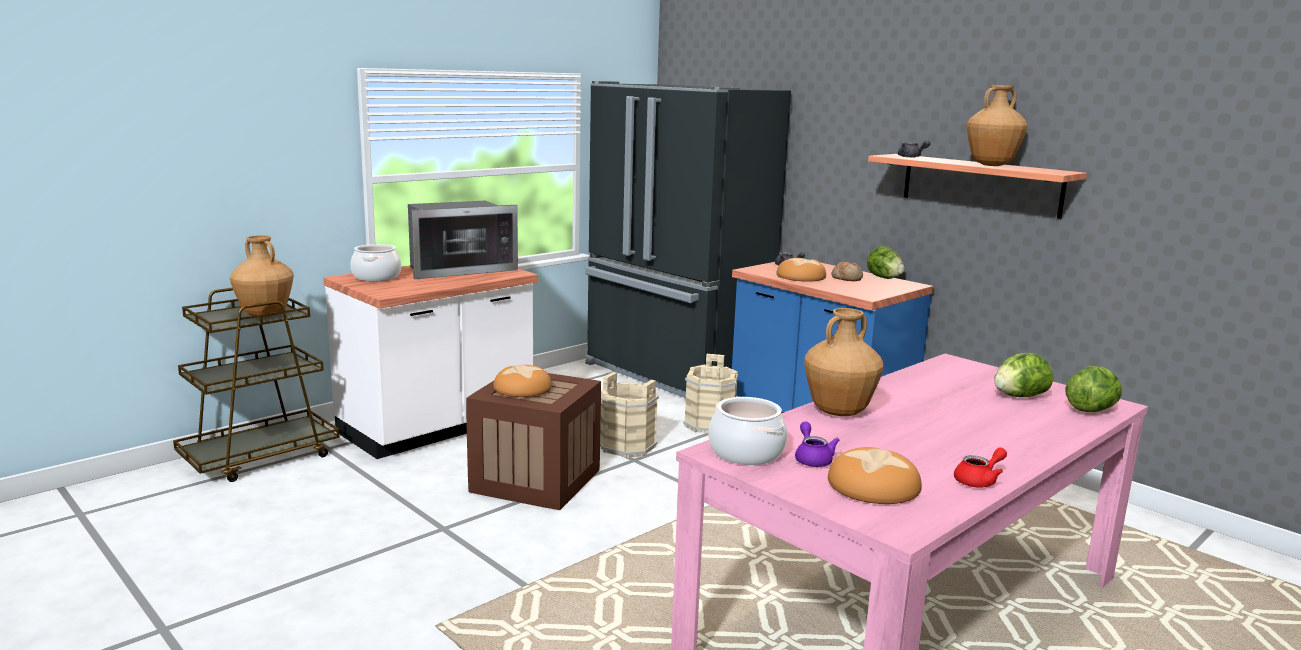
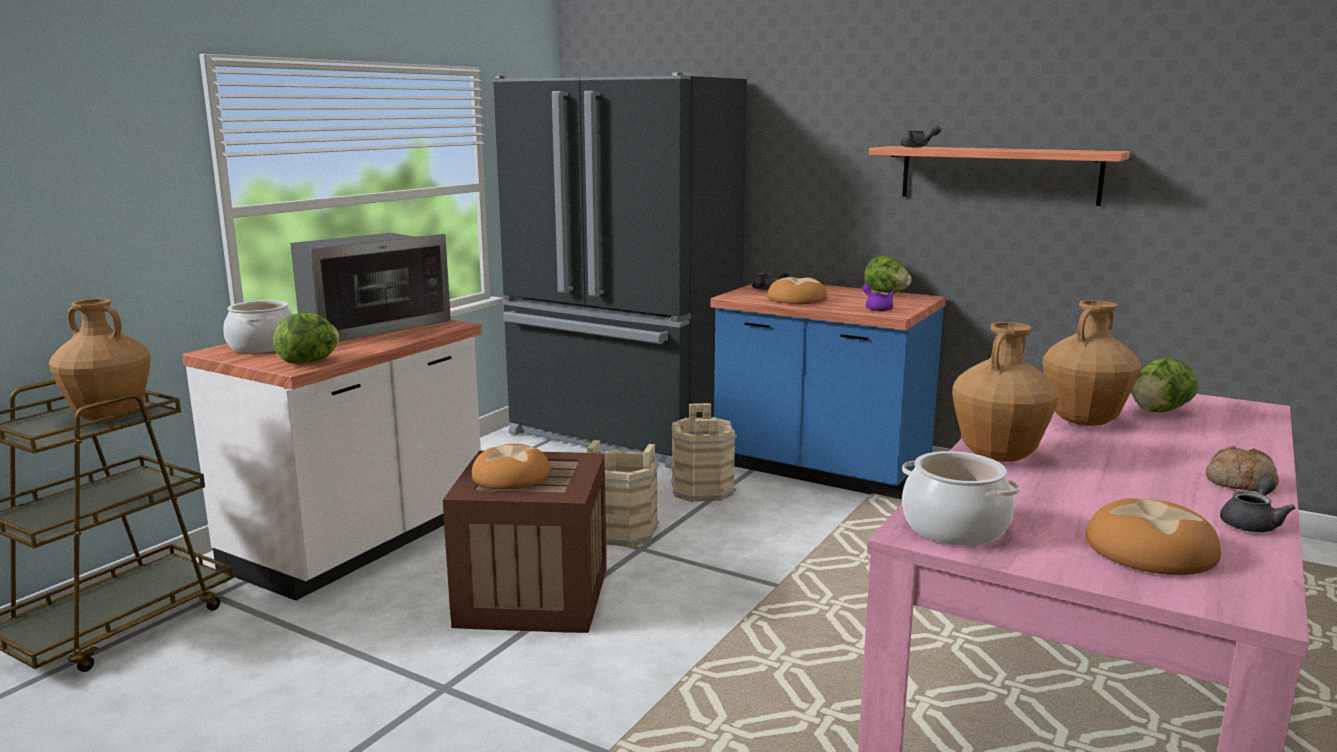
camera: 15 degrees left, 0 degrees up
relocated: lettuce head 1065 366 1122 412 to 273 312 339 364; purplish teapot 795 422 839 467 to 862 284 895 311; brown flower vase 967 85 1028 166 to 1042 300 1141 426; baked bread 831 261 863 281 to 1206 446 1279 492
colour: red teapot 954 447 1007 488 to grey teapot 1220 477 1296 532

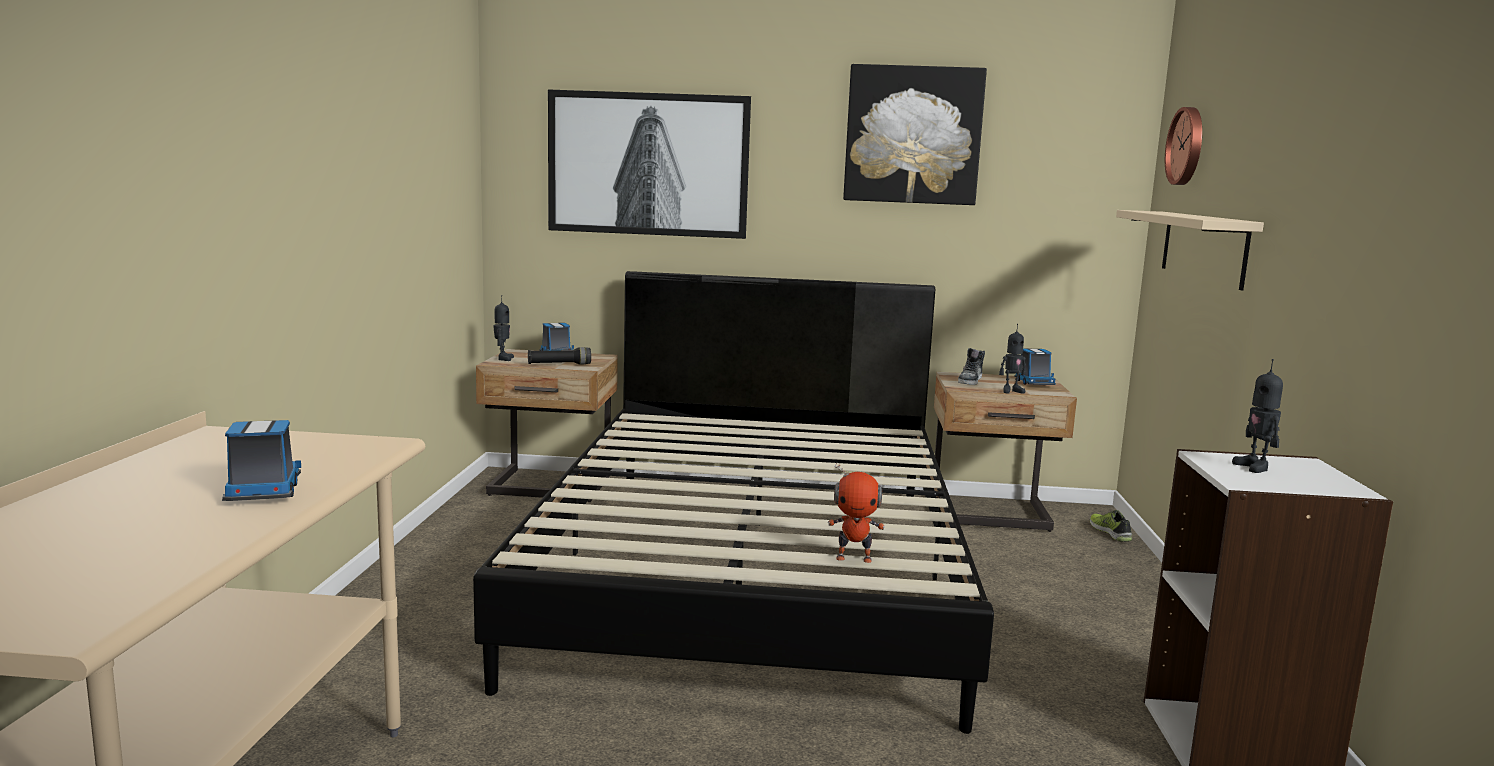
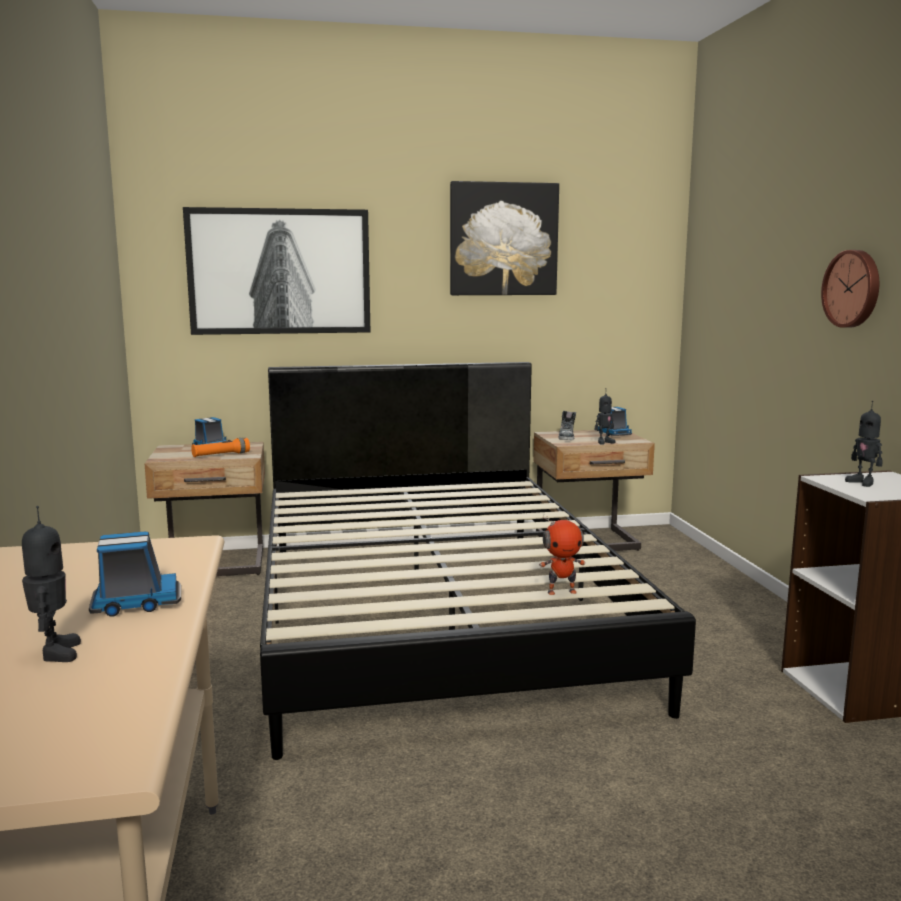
camera: 15 degrees left, 0 degrees up
missing: item of footwear 1090 510 1132 542; beige-coloured shelf 1116 210 1264 290
relocated: toy robot 493 295 514 361 to 22 506 81 662; clock on the wall 1165 107 1202 185 to 821 250 879 328
colour: blackish flashlight 528 347 591 364 to orangey flashlight 191 438 250 457
spun: toy lorry 222 420 301 501 = 89 532 181 617 105 degrees clockwise

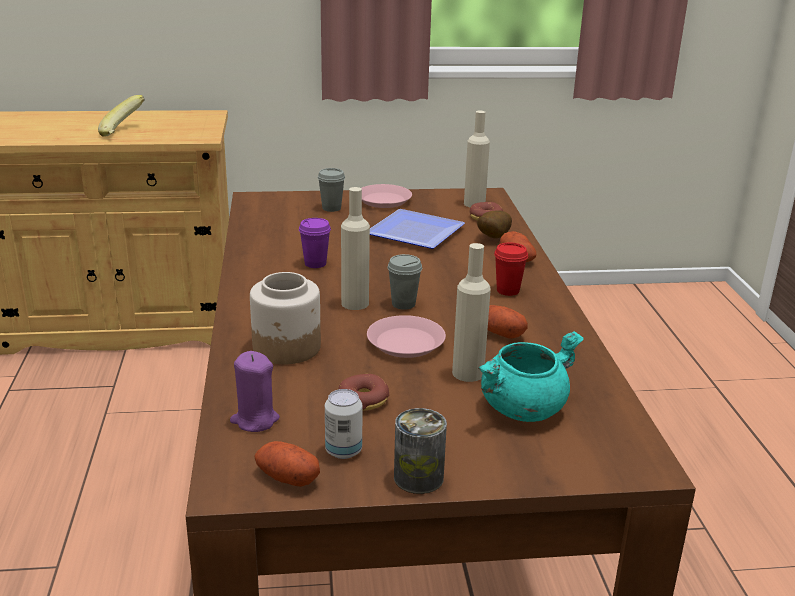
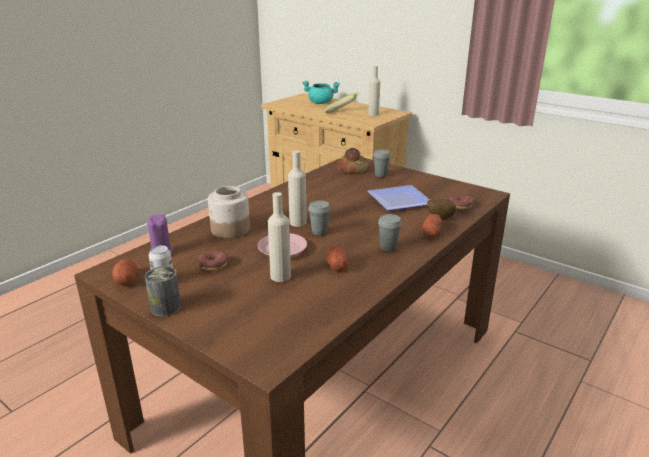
camera: 45 degrees right, 0 degrees up
missing: purplish small cup 299 218 331 268; pink-coloured dinner plate 361 184 412 208
appeared: baked bread 337 148 369 174
relocated: blue-green cooking pot 479 331 584 422 to 303 81 340 104; beige-coloured beverage bottle 464 111 490 207 to 368 66 380 116
colour: red small cup 494 242 528 296 to grey small cup 378 214 402 251

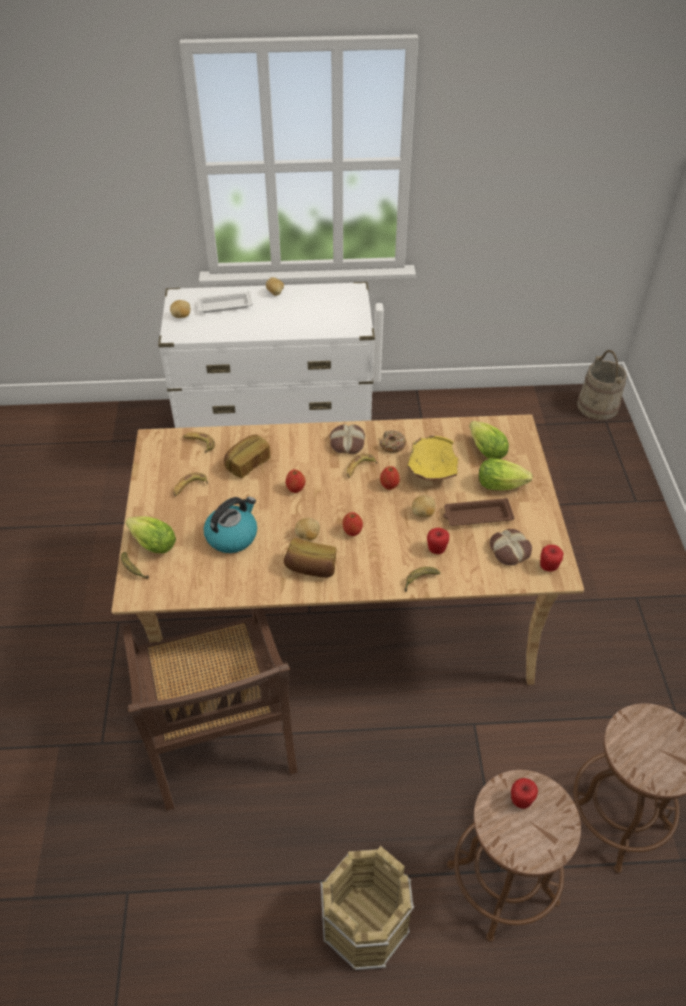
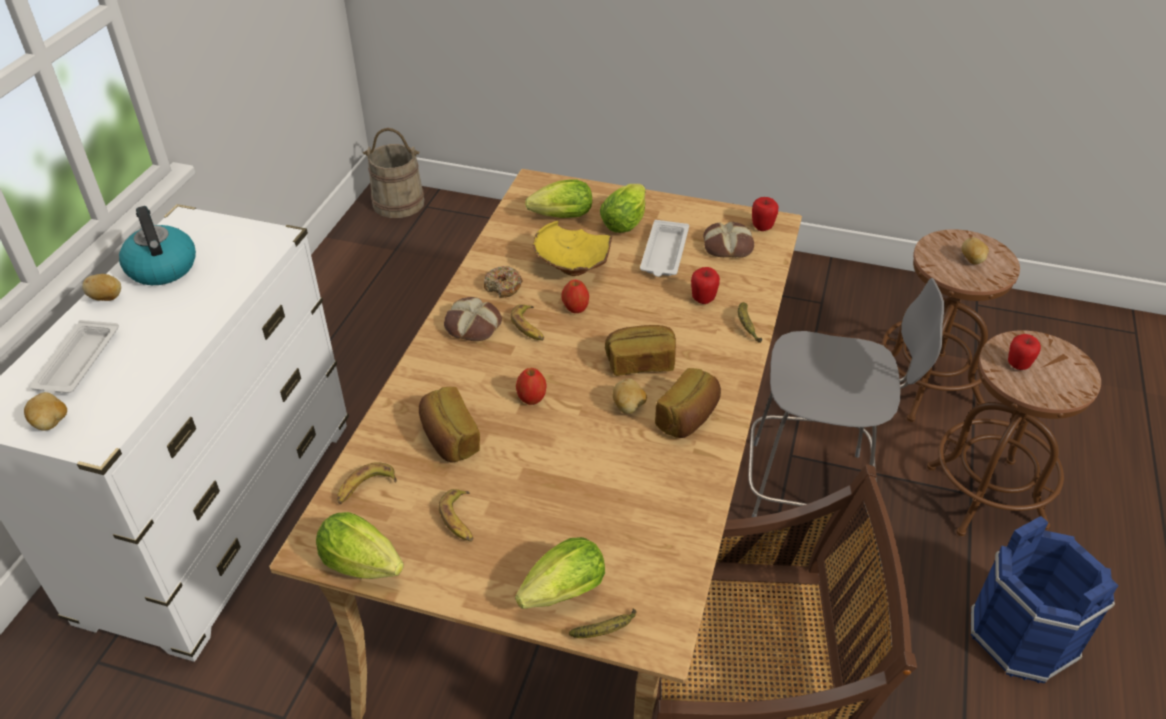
camera: 70 degrees left, 5 degrees down
appeared: lettuce head 316 512 404 579; grey upright chair 748 278 944 533
relocated: tea kettle 204 497 257 553 to 119 206 196 285; whole potato 412 495 435 517 to 961 237 989 265
exchanged: apple 343 512 363 536 to baked bread 605 325 676 376
colour: brown carrying tray 443 498 514 526 to whitish carrying tray 640 220 689 277; brown bucket 321 846 414 970 to blue bucket 970 516 1119 683

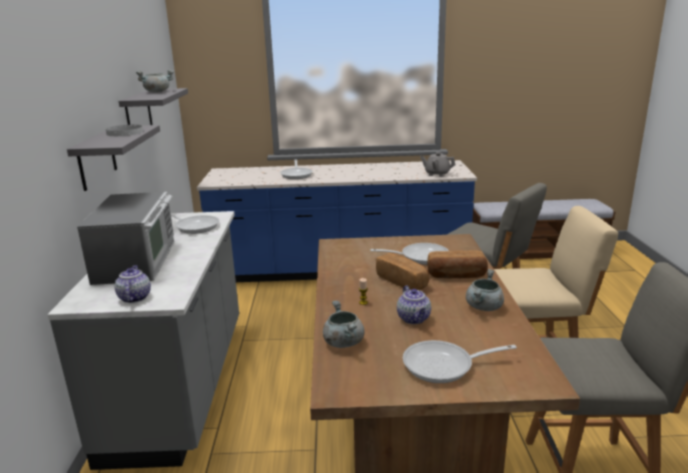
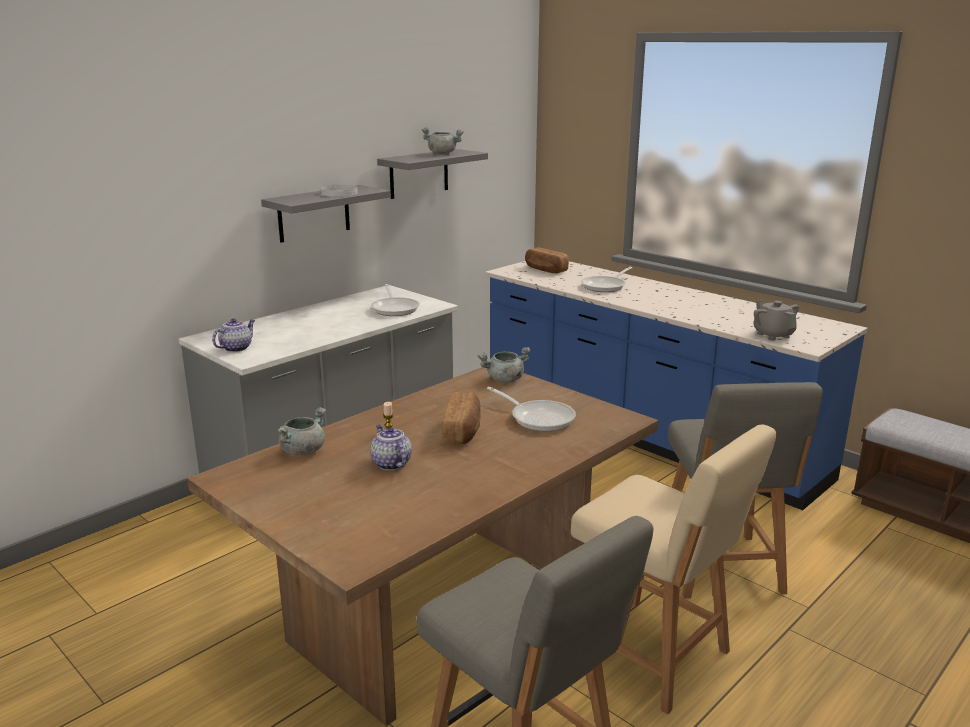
camera: 45 degrees right, 0 degrees up
missing: microwave 77 192 175 285; skillet 403 340 517 383
relocated: grey cooking pot 466 269 504 311 to 478 347 531 383; baked bread 427 250 488 278 to 525 247 569 273
spun: teapot 397 285 431 324 = 370 425 412 470 120 degrees clockwise

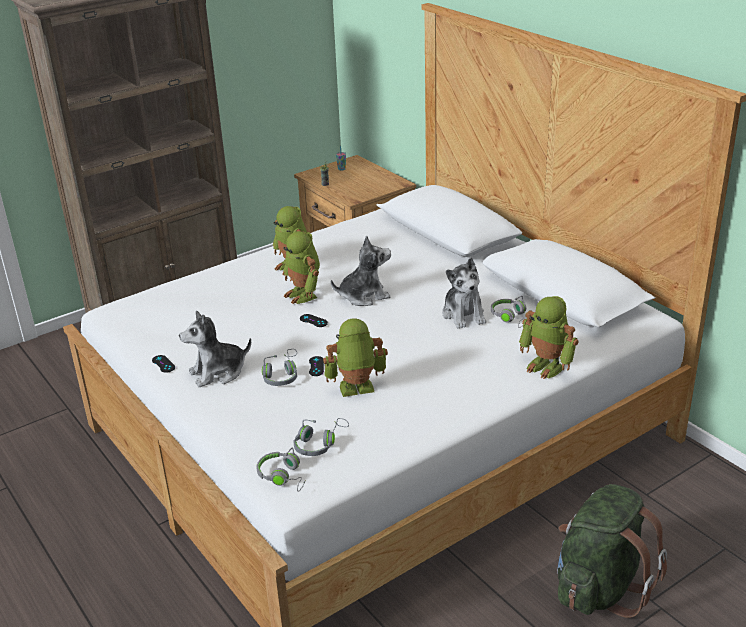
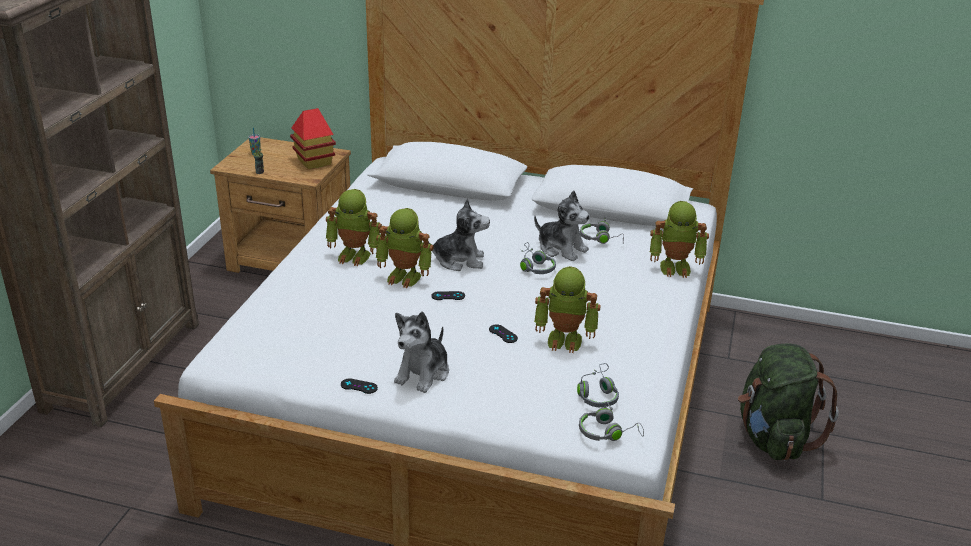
camera: 40 degrees left, 0 degrees up
appeared: toy house 290 108 336 169
relocated: grey headphones 262 349 297 386 to 520 242 556 274
spun: plush toy 331 235 391 306 = 428 199 490 271 60 degrees clockwise; toy robot 323 318 388 397 = 534 266 601 353 120 degrees counterclockwise

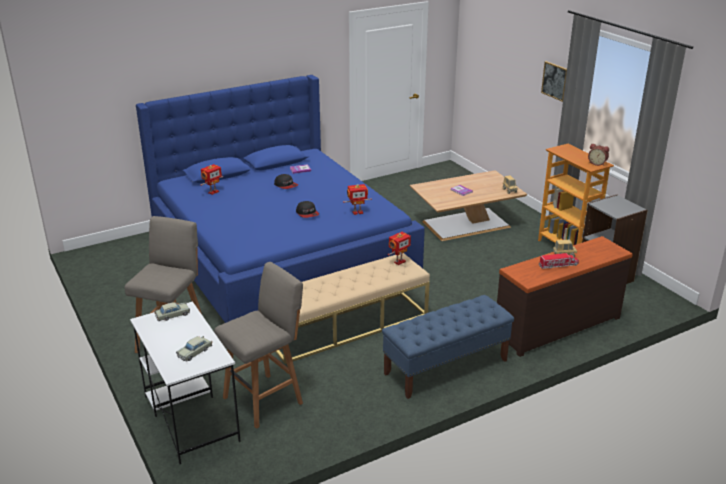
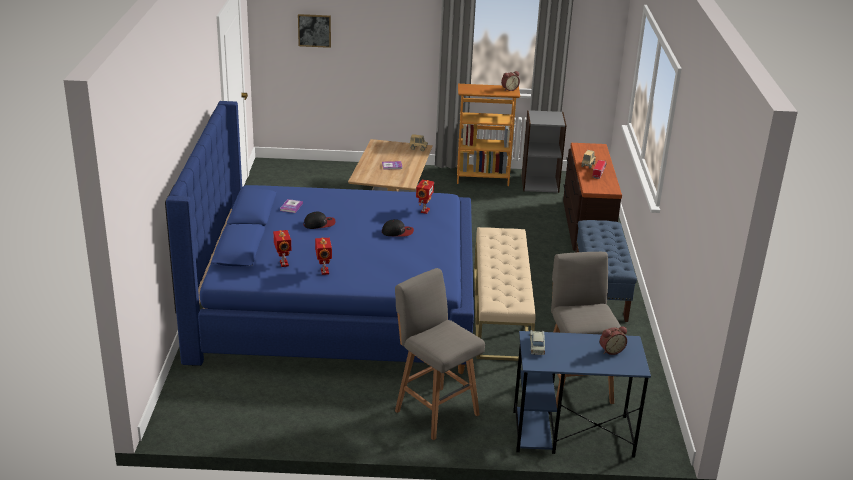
camera: 60 degrees left, 0 degrees up
relocated: picture 541 61 567 102 to 298 14 331 48; toy robot 388 232 411 265 to 315 238 332 275
exchanged: beige-coloured toy car 176 336 212 361 to bedside clock 600 326 627 355
colour: whitish desk 130 301 241 464 to blue desk 513 331 651 457

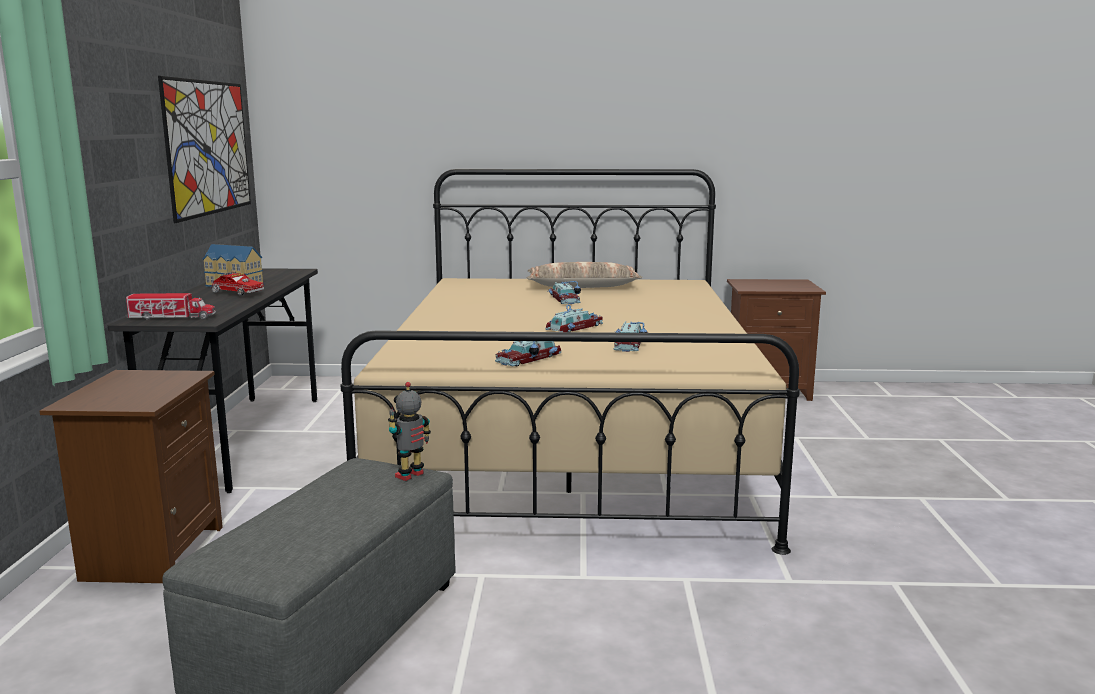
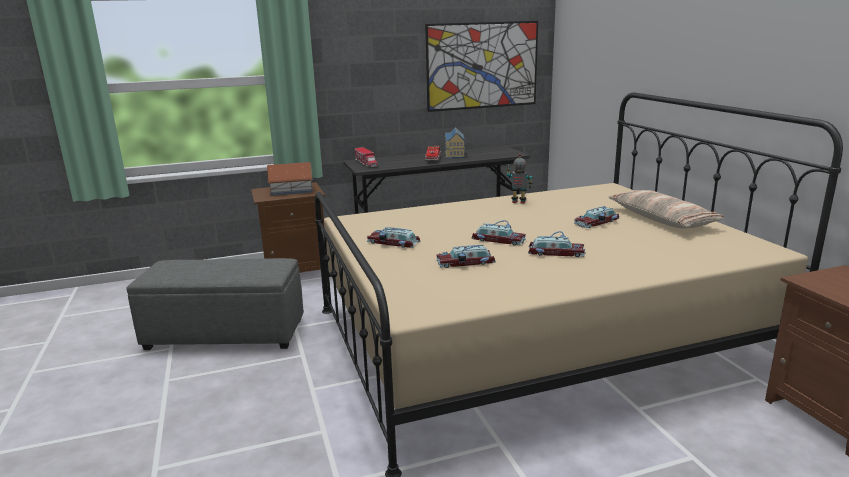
camera: 70 degrees right, 5 degrees up
appeared: toy house 267 162 313 196; toy car 528 231 585 257
relocated: toy robot 388 382 431 481 to 506 153 532 204

